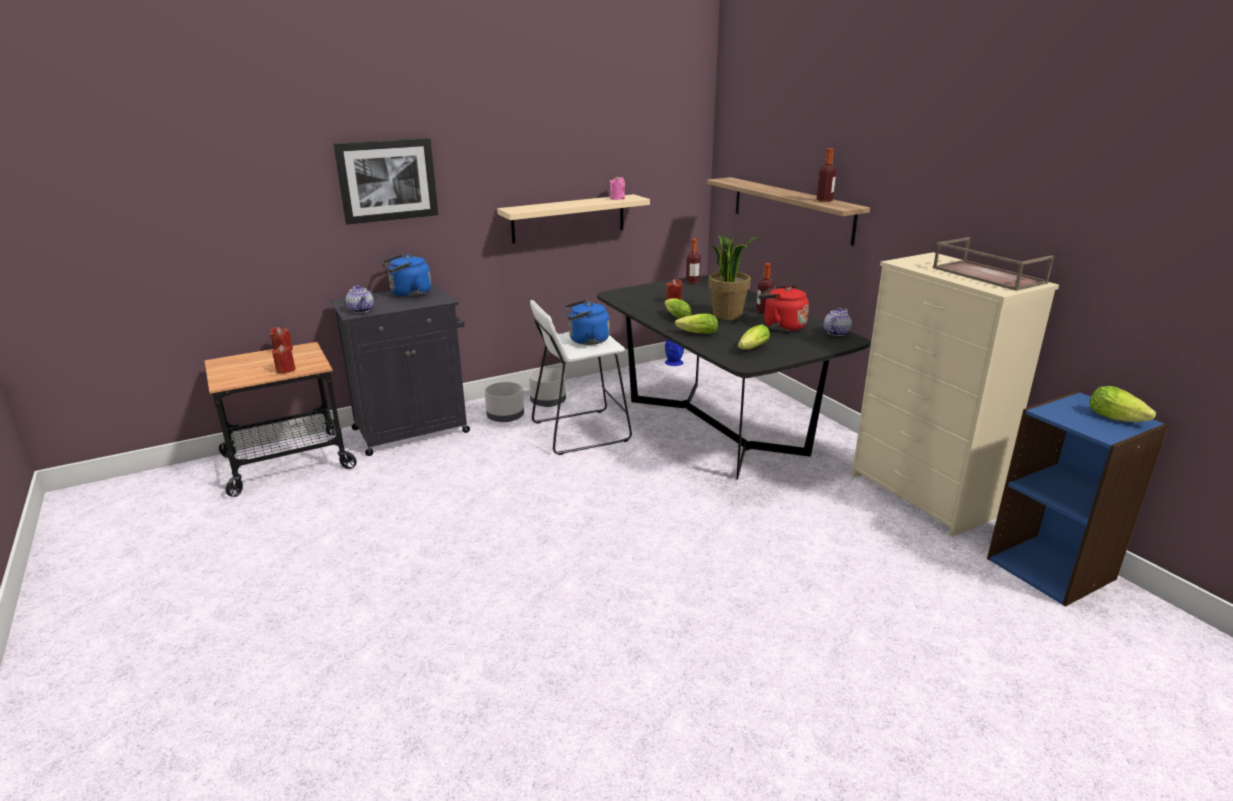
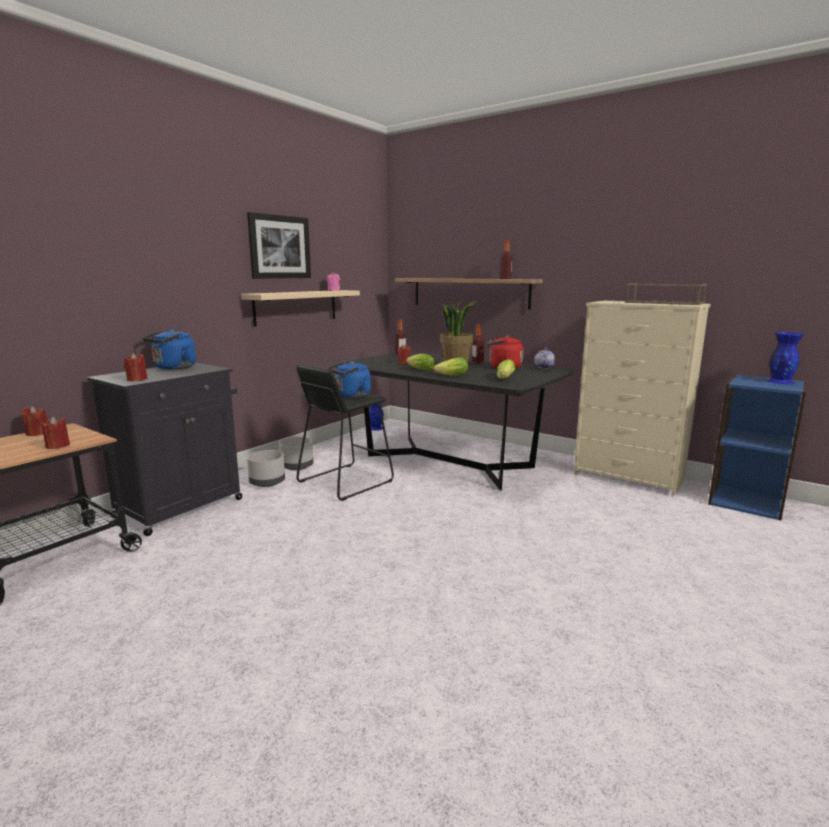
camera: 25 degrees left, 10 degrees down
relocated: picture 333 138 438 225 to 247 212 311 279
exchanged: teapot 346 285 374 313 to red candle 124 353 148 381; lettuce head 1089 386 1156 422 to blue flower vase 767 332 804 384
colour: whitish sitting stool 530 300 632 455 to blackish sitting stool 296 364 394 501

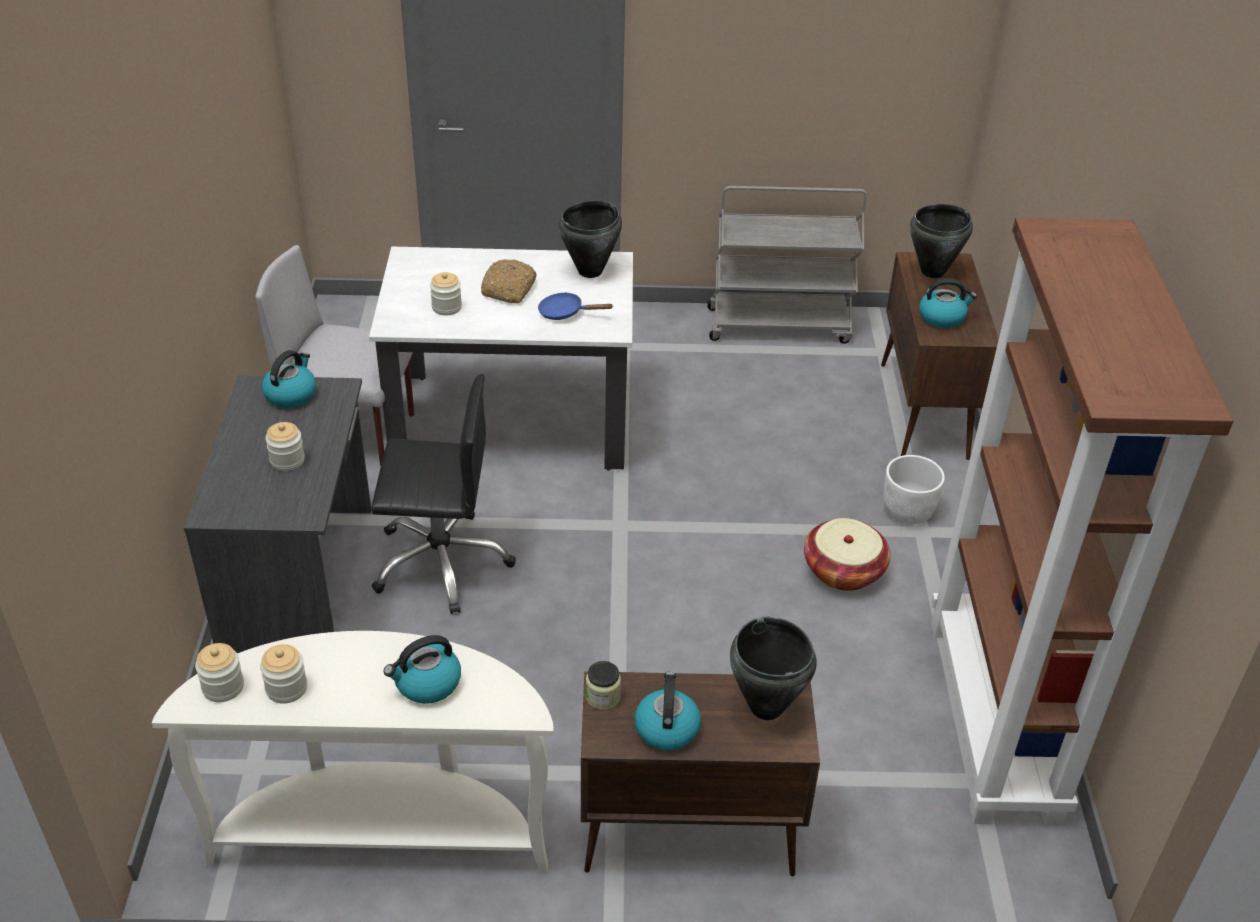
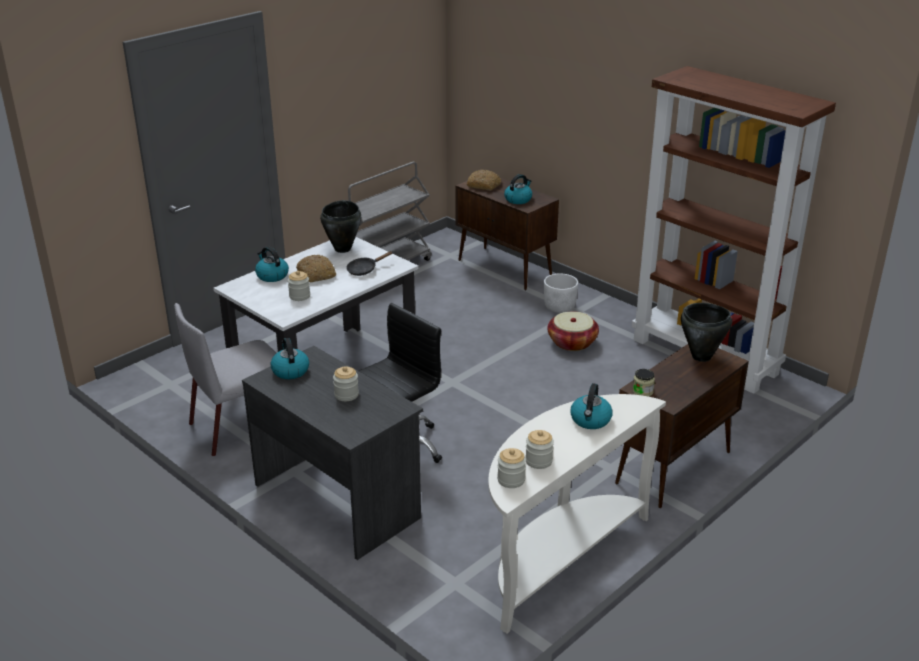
camera: 45 degrees left, 10 degrees down
relocated: tea kettle 634 672 701 750 to 255 246 289 282
exchanged: blackish cooking pot 910 204 973 278 to baked bread 467 170 501 191
colour: blue skillet 538 292 613 320 to blackish skillet 346 251 393 276

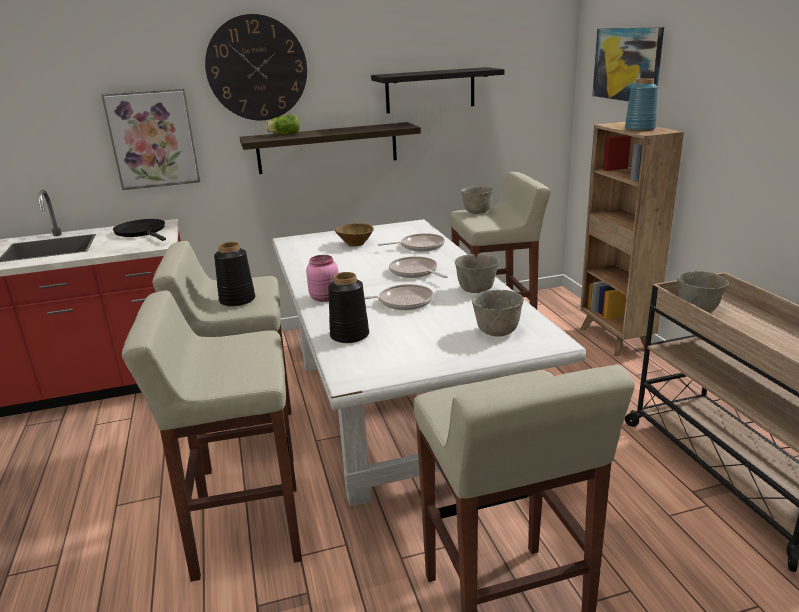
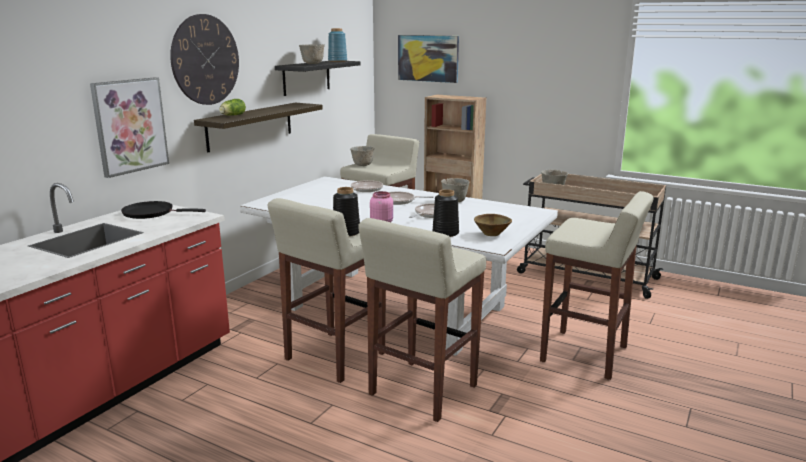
camera: 45 degrees left, 5 degrees down
relocated: grey deep dish 472 290 524 337 to 299 44 325 64; blue flower vase 625 78 658 131 to 328 28 347 62; brown deep dish 335 223 374 247 to 474 214 512 236

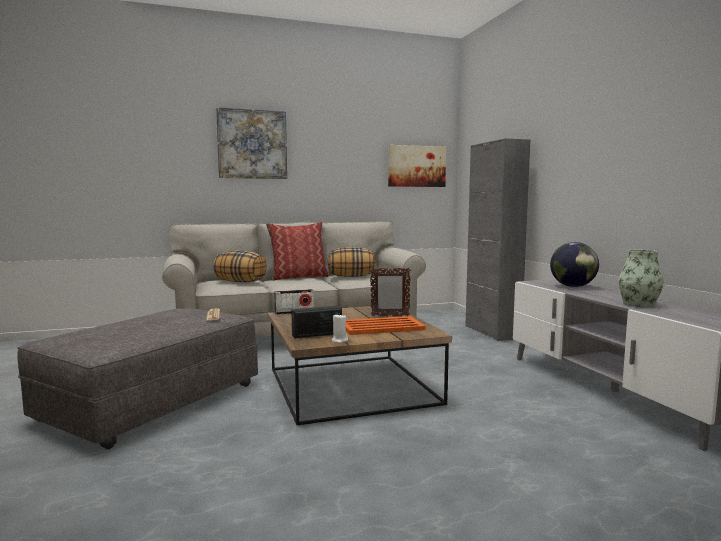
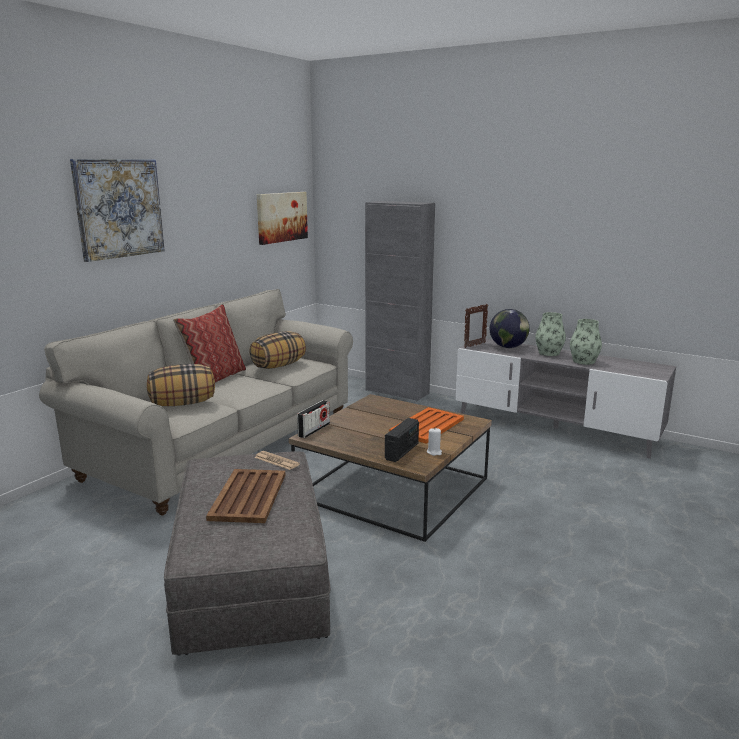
camera: 40 degrees left, 10 degrees up
appeared: brown carrying tray 206 469 285 523; flower vase 535 312 566 356
relocated: photo frame 370 267 410 316 to 464 304 488 348

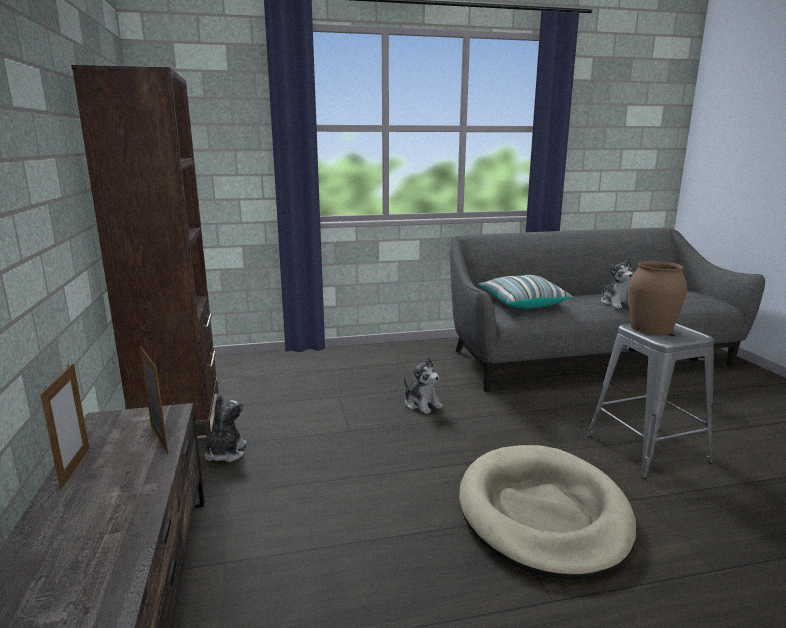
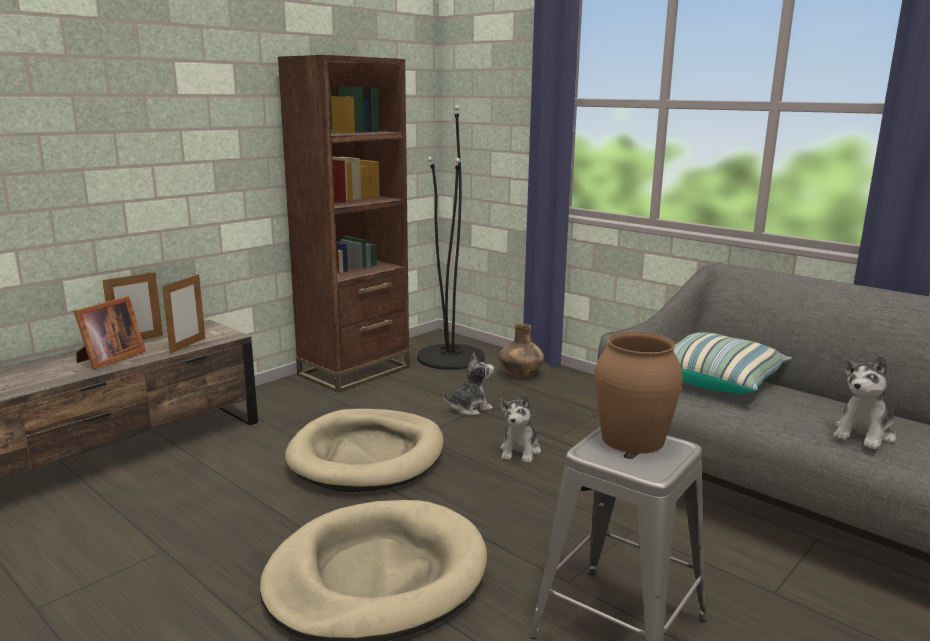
camera: 55 degrees right, 0 degrees up
appeared: photo frame 74 296 146 369; beige-coloured pet bed 285 409 444 492; blackish floor lamp 417 105 485 370; brown flower vase 499 324 544 377
relocated: plush toy 205 394 246 462 to 443 353 494 416

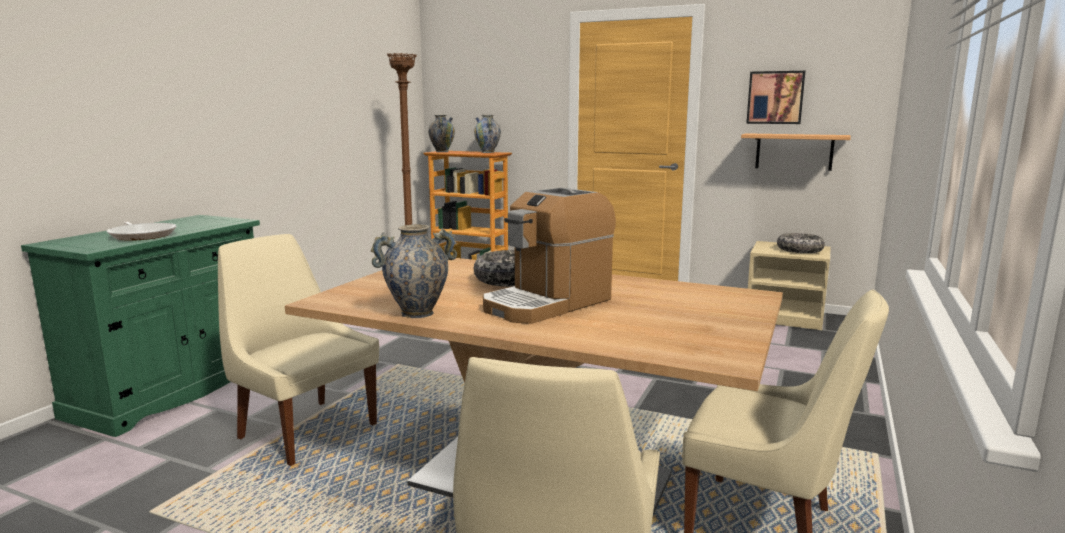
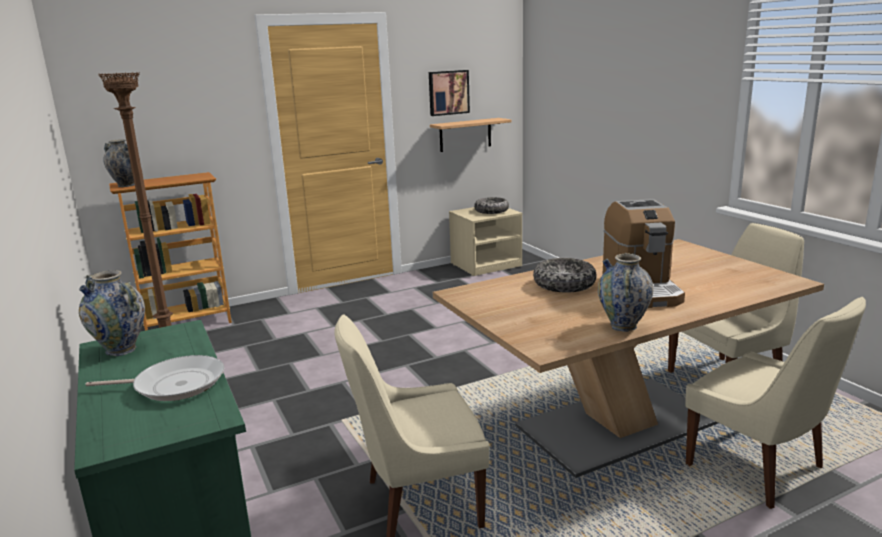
camera: 50 degrees left, 5 degrees up
relocated: flower vase 474 115 501 153 to 79 270 145 356

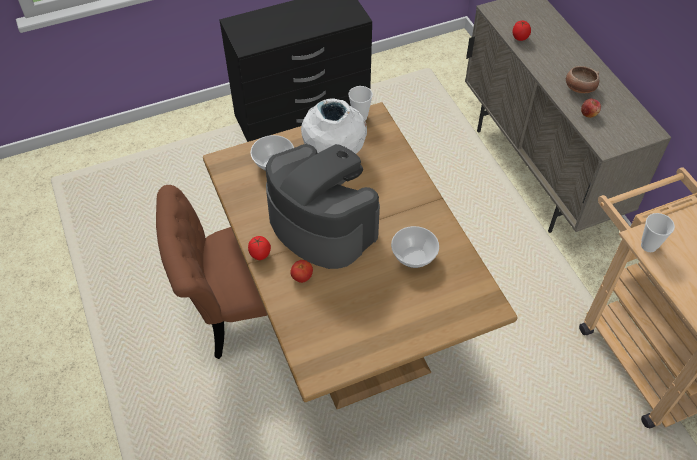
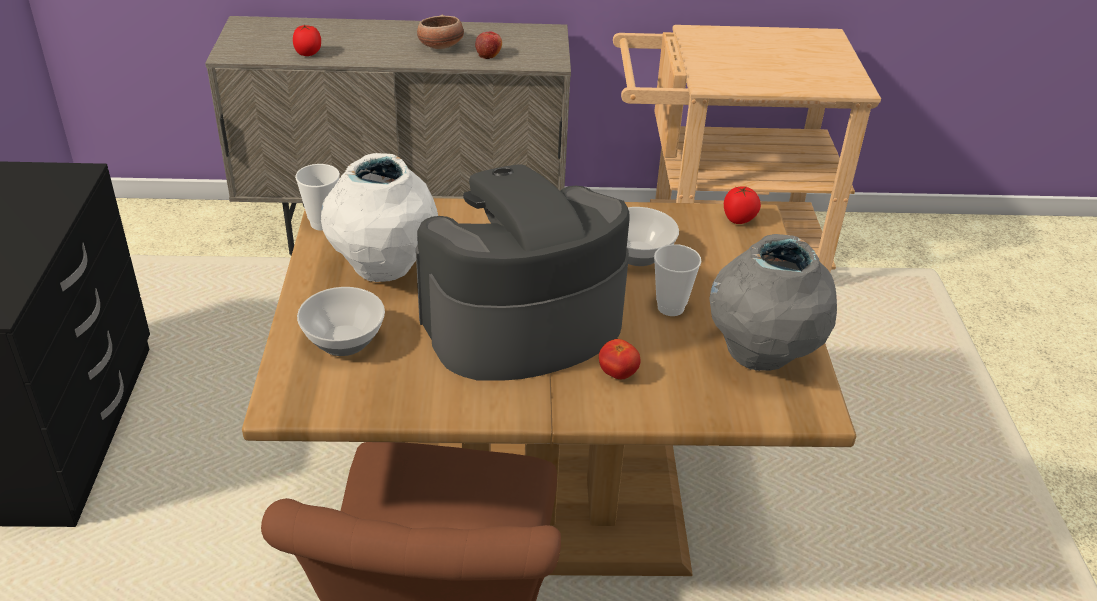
camera: 70 degrees left, 15 degrees down
appeared: grey flower vase 709 234 837 371
relocated: small cup 641 213 675 252 to 654 244 702 316; tomato 248 236 271 260 to 724 186 761 224

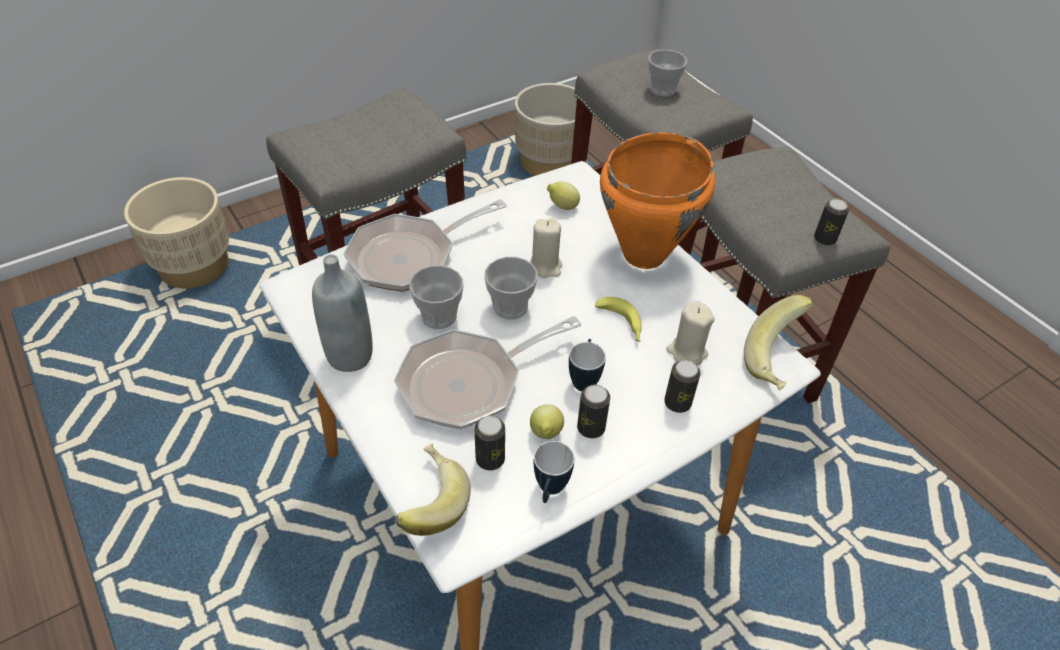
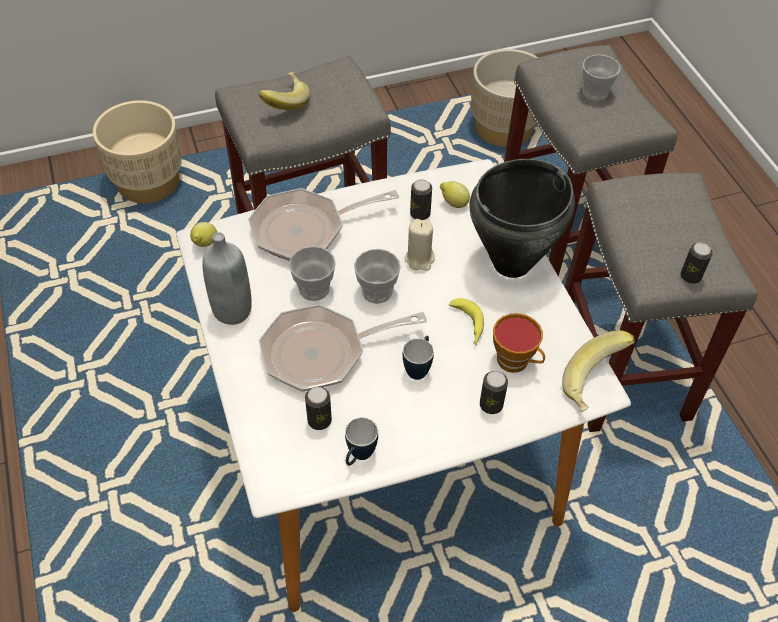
camera: 15 degrees right, 5 degrees up
relocated: whole lemon 530 404 564 439 to 190 222 217 247; banana fruit 395 444 471 536 to 258 72 310 110; can 577 385 610 438 to 410 179 432 220
exchanged: beige-coloured candle 666 301 715 366 to small cup 493 313 545 373
colour: orangey cooking pot 600 132 715 269 to blackish cooking pot 469 159 575 278

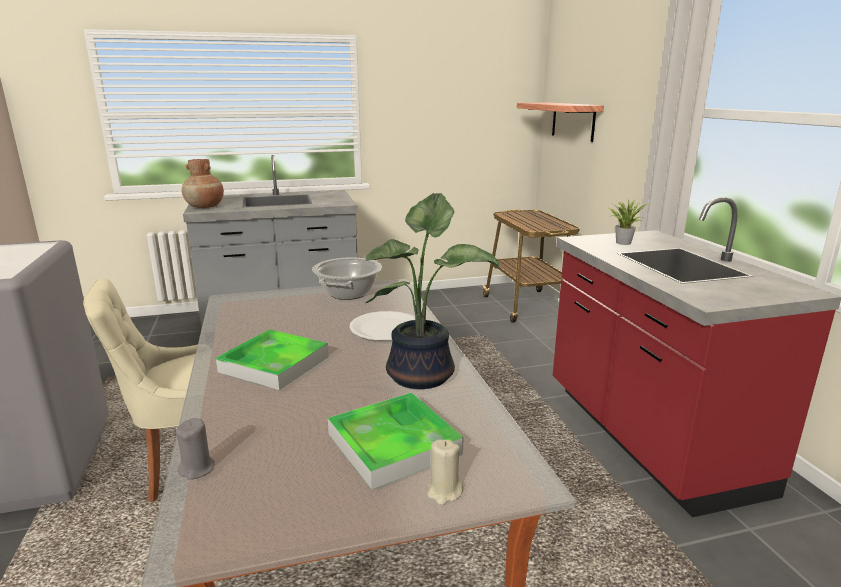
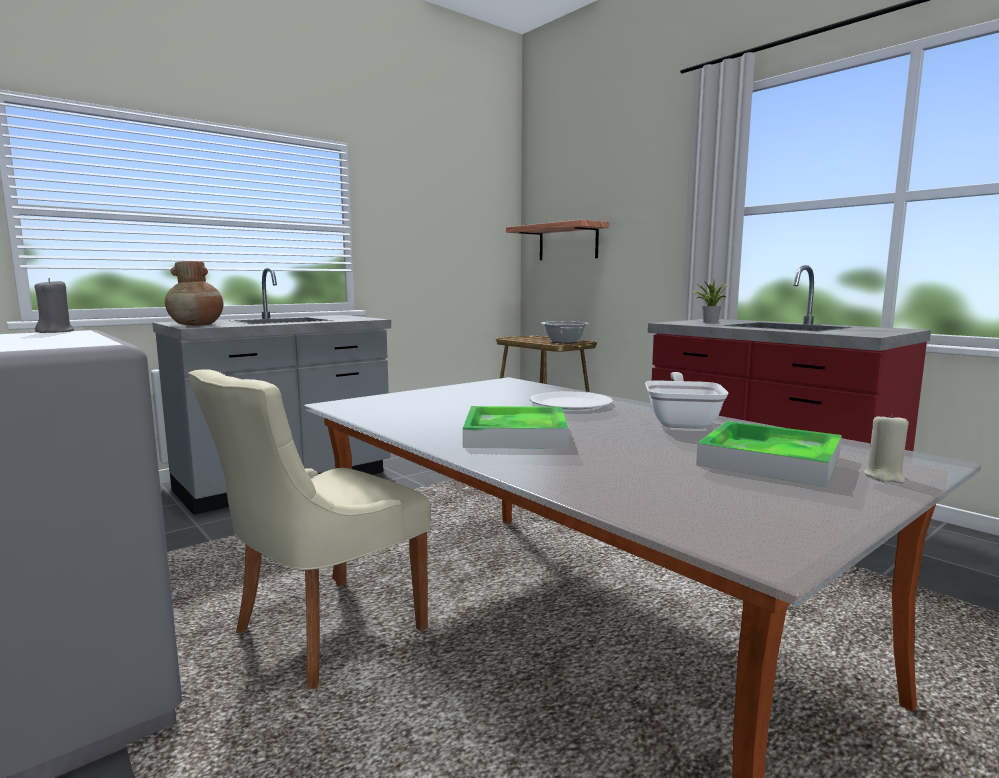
camera: 25 degrees left, 10 degrees down
relocated: grey candle 176 418 215 480 to 34 278 74 333; cooking pot 312 257 382 300 to 541 321 589 343
exchanged: potted plant 365 193 499 389 to skillet 645 372 728 429

